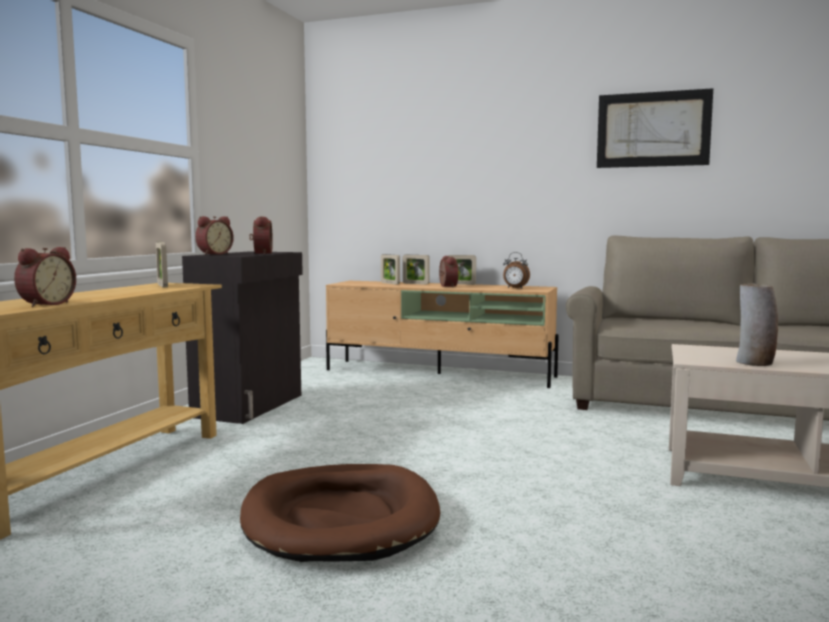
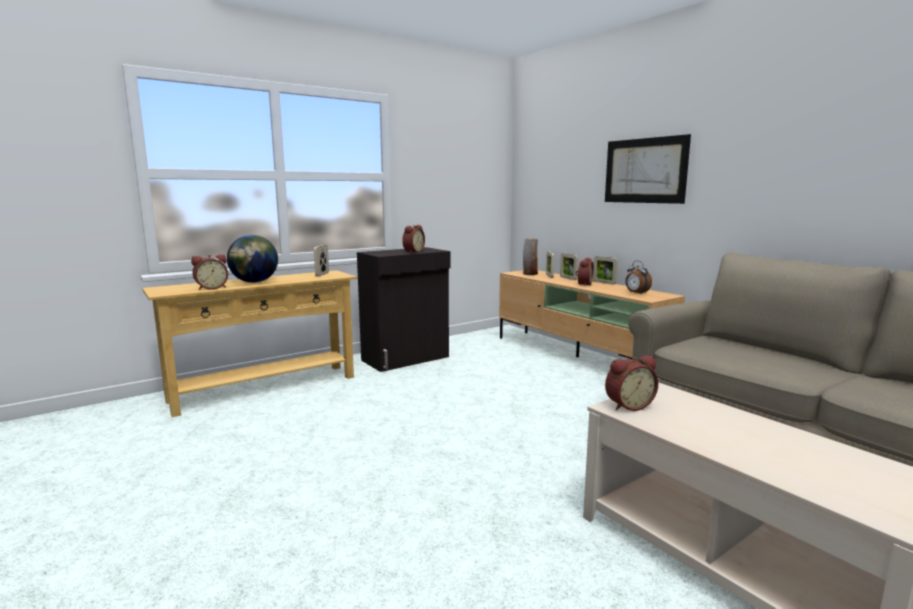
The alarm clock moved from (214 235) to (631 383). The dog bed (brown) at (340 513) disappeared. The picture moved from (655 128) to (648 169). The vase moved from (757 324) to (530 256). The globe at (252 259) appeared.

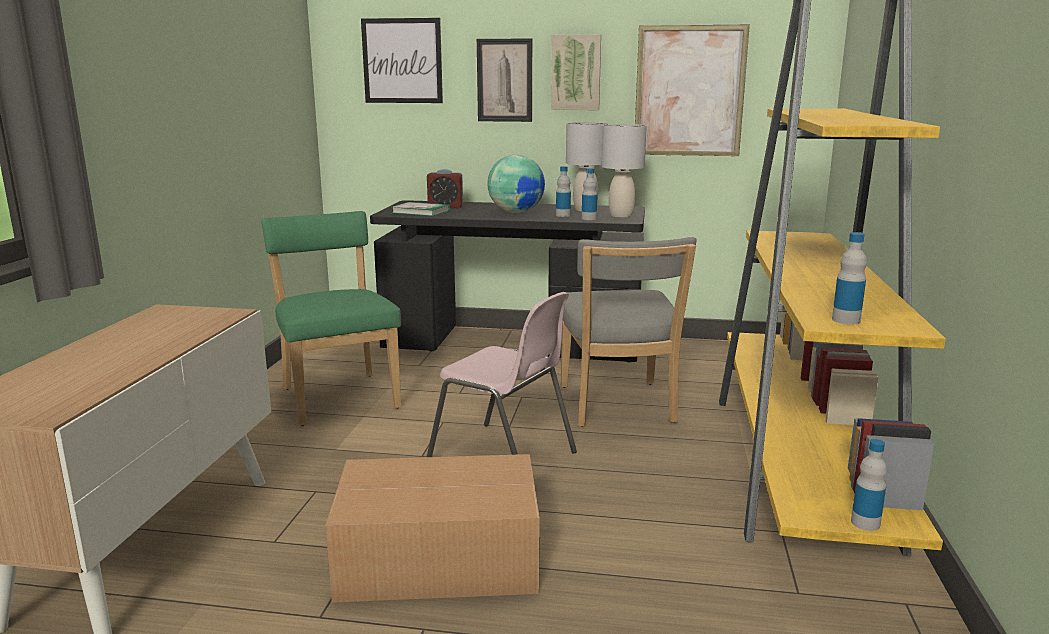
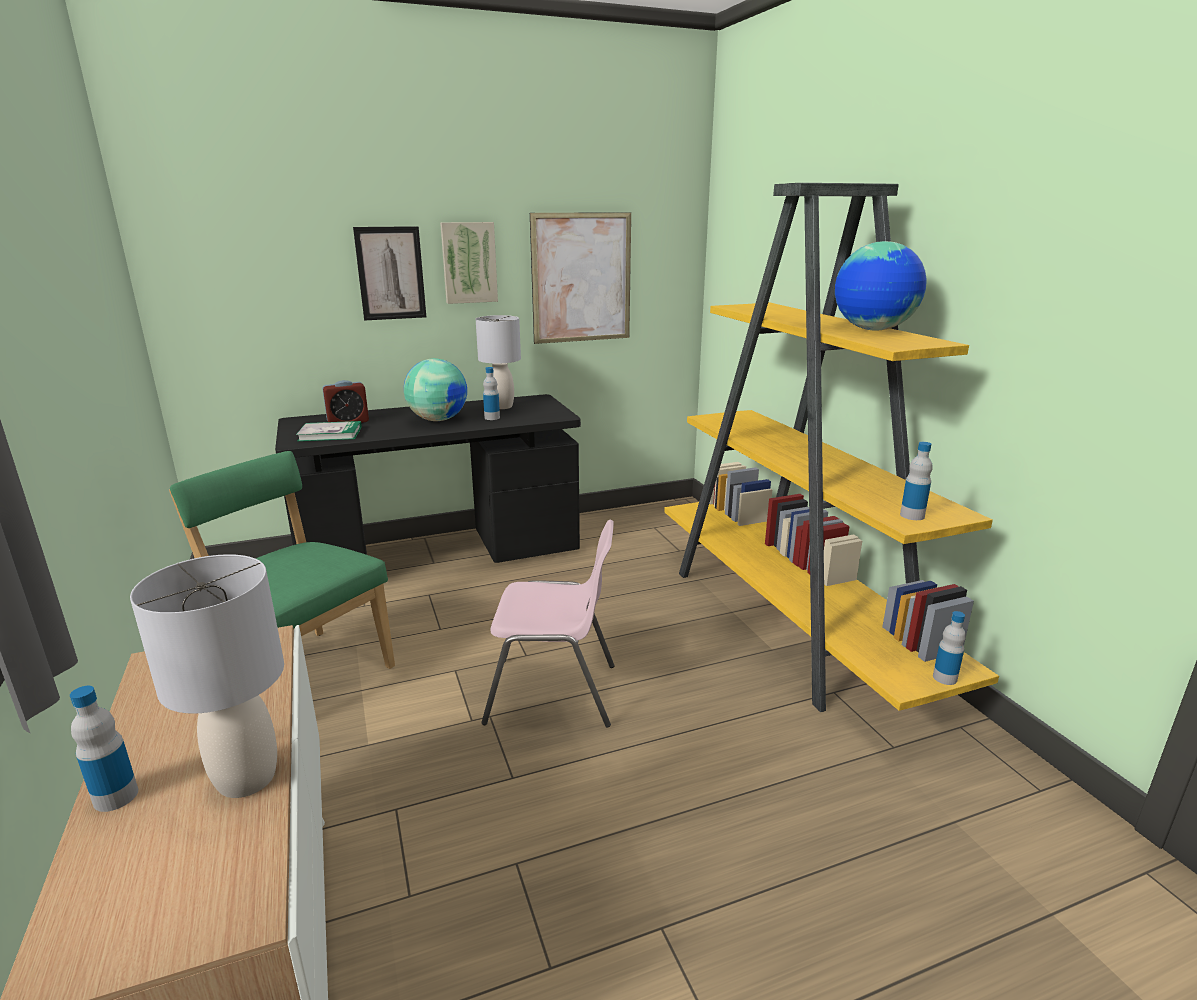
The cardboard box at (432 528) disappeared. The picture at (402 60) disappeared. The chair (grey) at (629 332) disappeared. The bottle moved from (589 194) to (104 749). The table lamp (grey) moved from (624 171) to (207 676). The globe at (881 286) appeared.

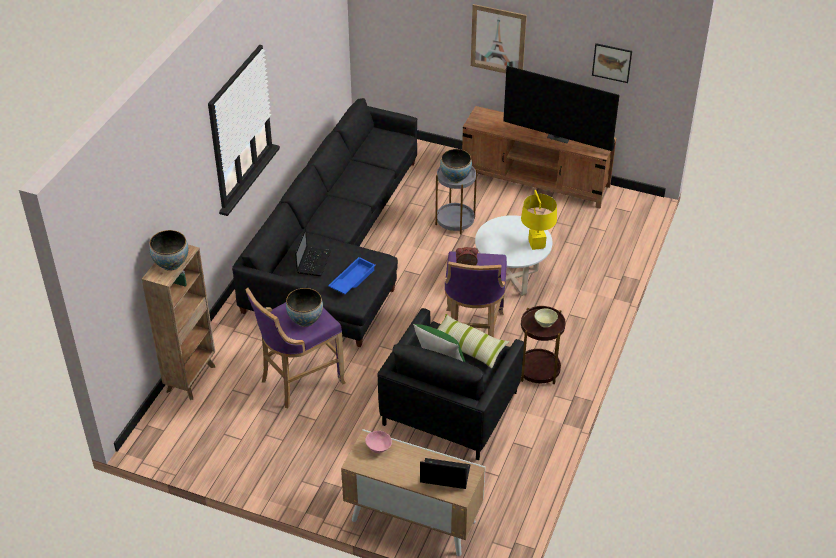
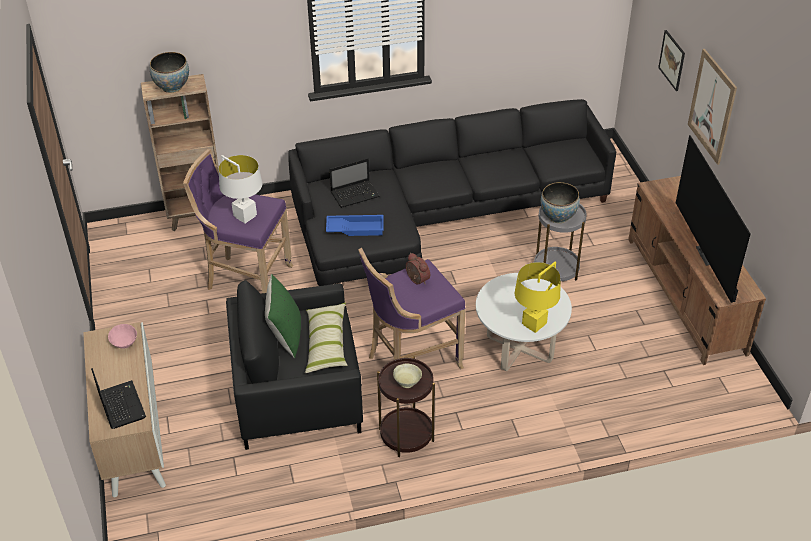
The bowl at (304 307) was replaced by the table lamp (white) at (240 189). The picture moved from (612 63) to (671 60).

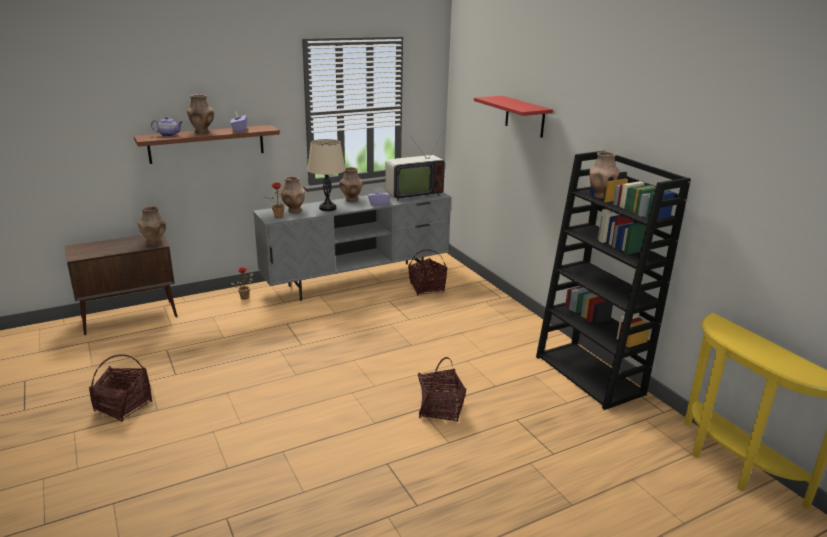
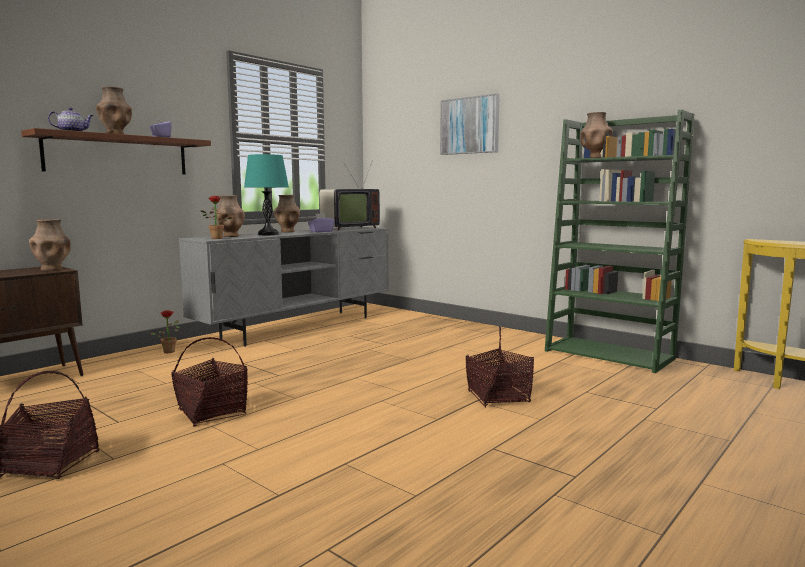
The table lamp (beige) at (326 175) became the table lamp (turquoise) at (266 194). The basket moved from (427 272) to (209 382). The shelf (red) at (513 117) was replaced by the picture at (470 124). The bookcase (black) at (613 280) became the bookcase (green) at (620 241).

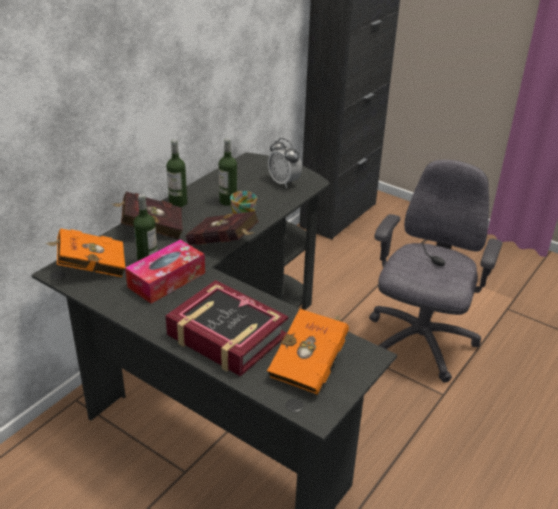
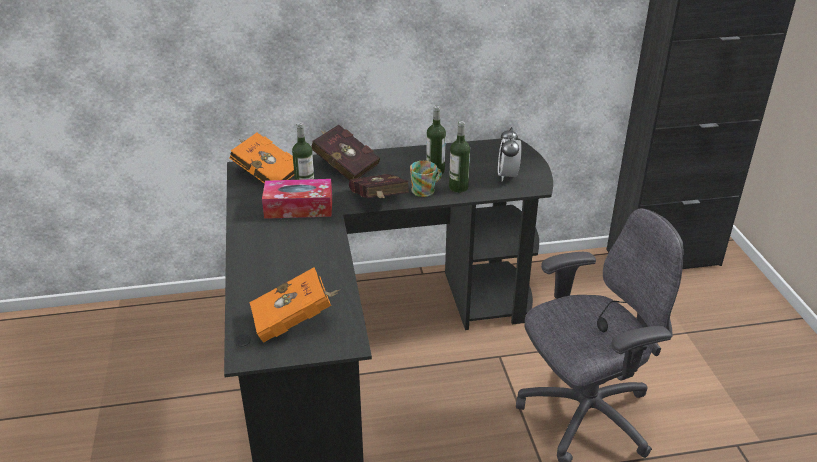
The bottle moved from (176 173) to (459 157). The book at (227 328) disappeared.

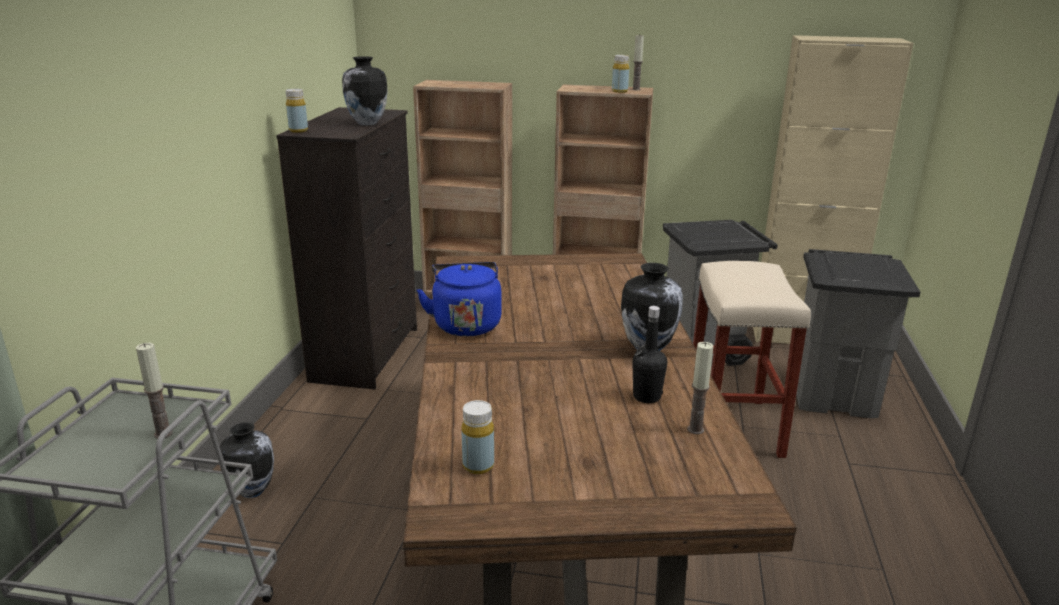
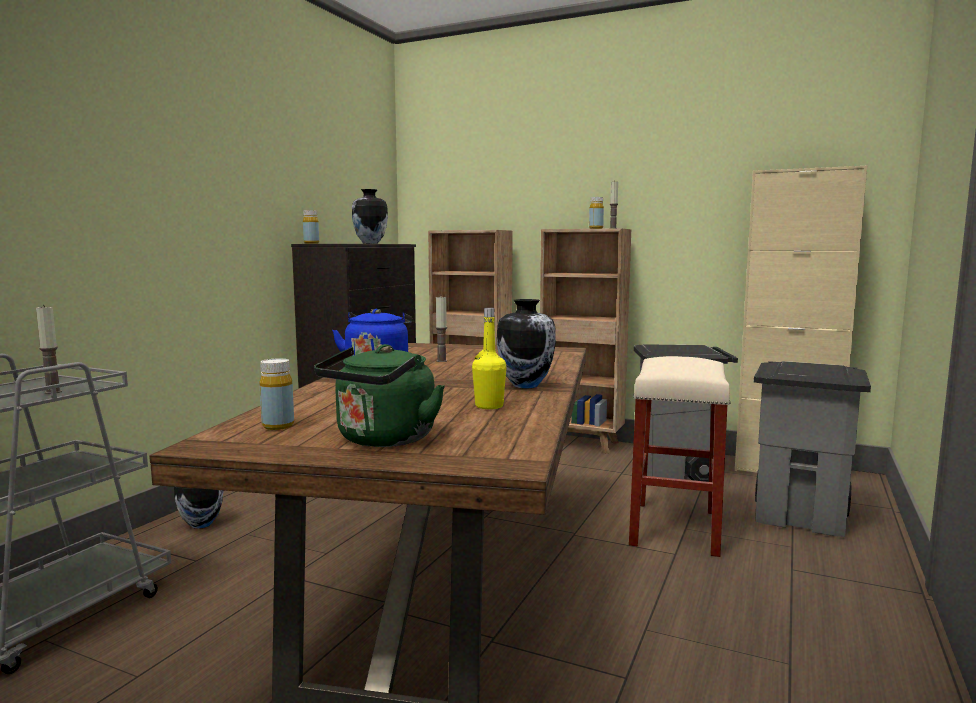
The bottle (black) at (649 354) became the bottle (yellow) at (489 358). The candle moved from (700 388) to (441 329). The kettle (green) at (379 395) appeared.

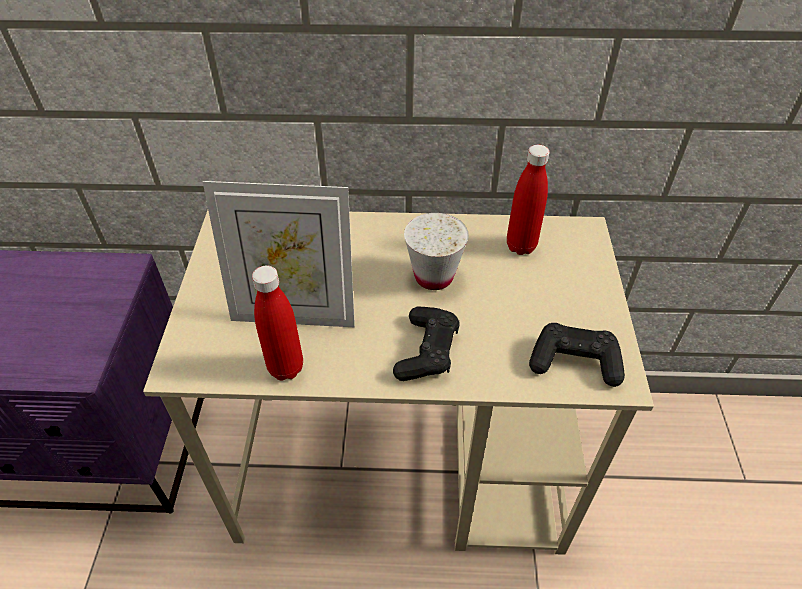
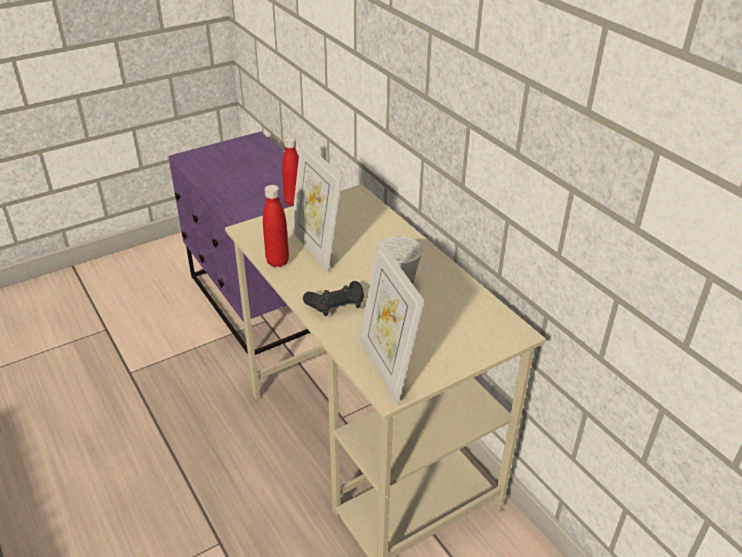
The bottle (red) moved from (528 200) to (290 171). The game controller (black) at (577 355) was replaced by the picture frame at (391 322).

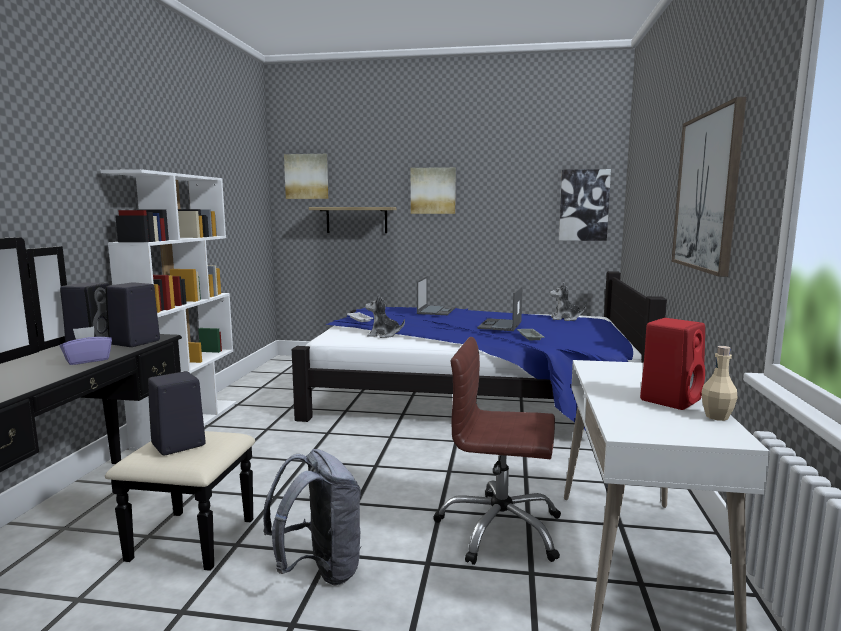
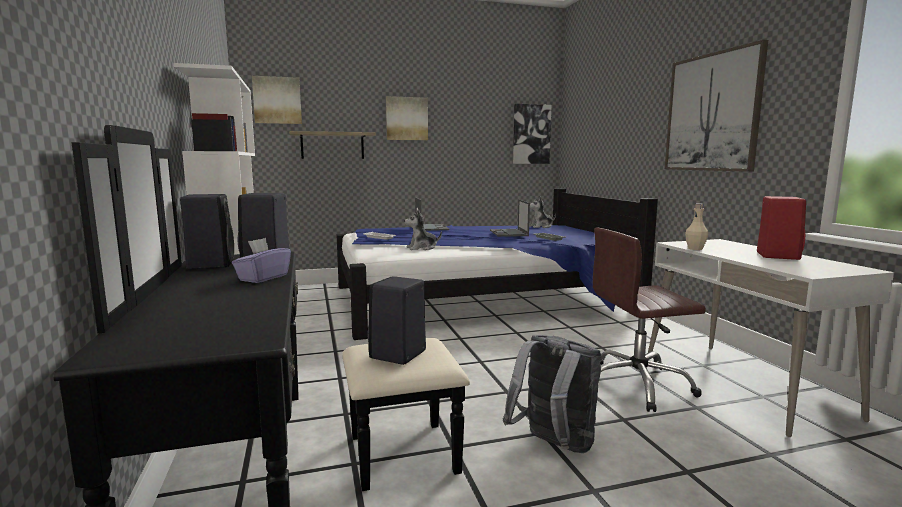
The bottle (beige) moved from (720 383) to (696 227).

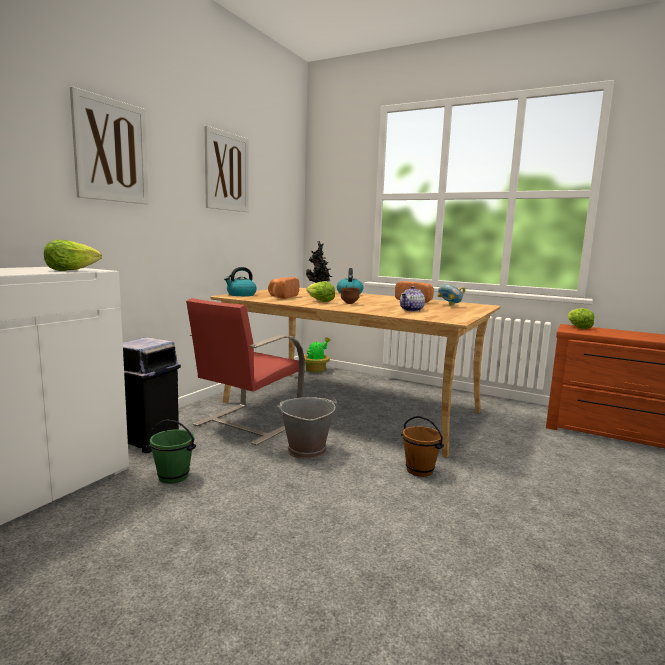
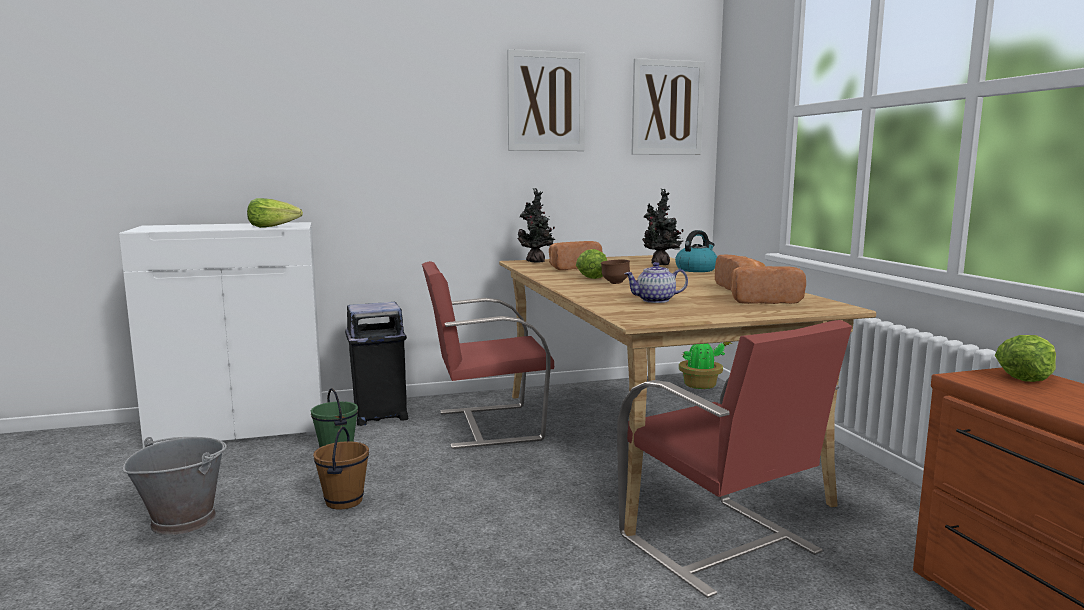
The picture moved from (109 145) to (668 106). The kettle at (240 281) was replaced by the potted plant at (537 225). The bucket (grey) moved from (307 428) to (175 486). The bucket (brown) moved from (422 446) to (341 468). The bowl at (452 295) was replaced by the bread at (768 285). The chair (red) at (734 459) appeared.

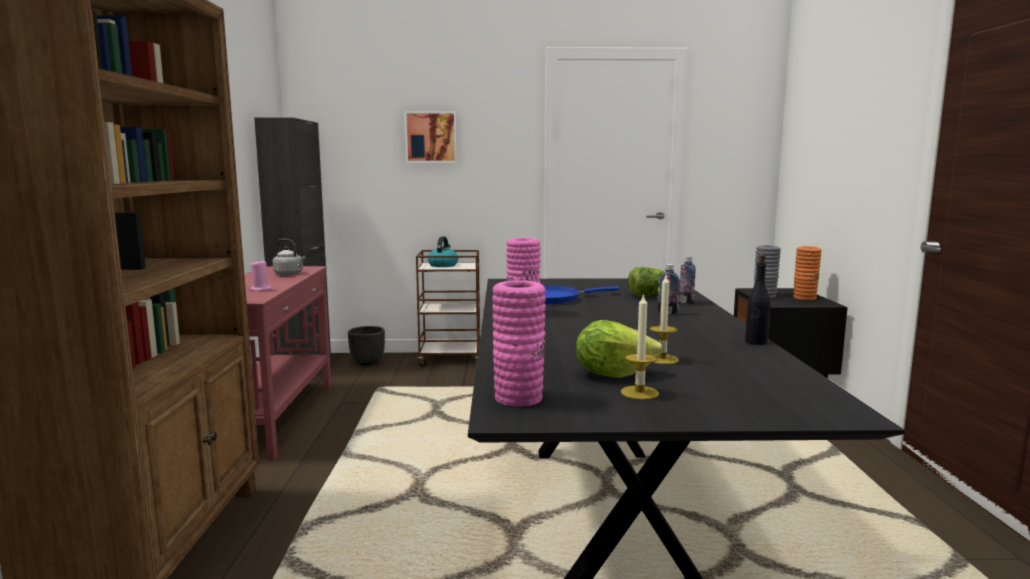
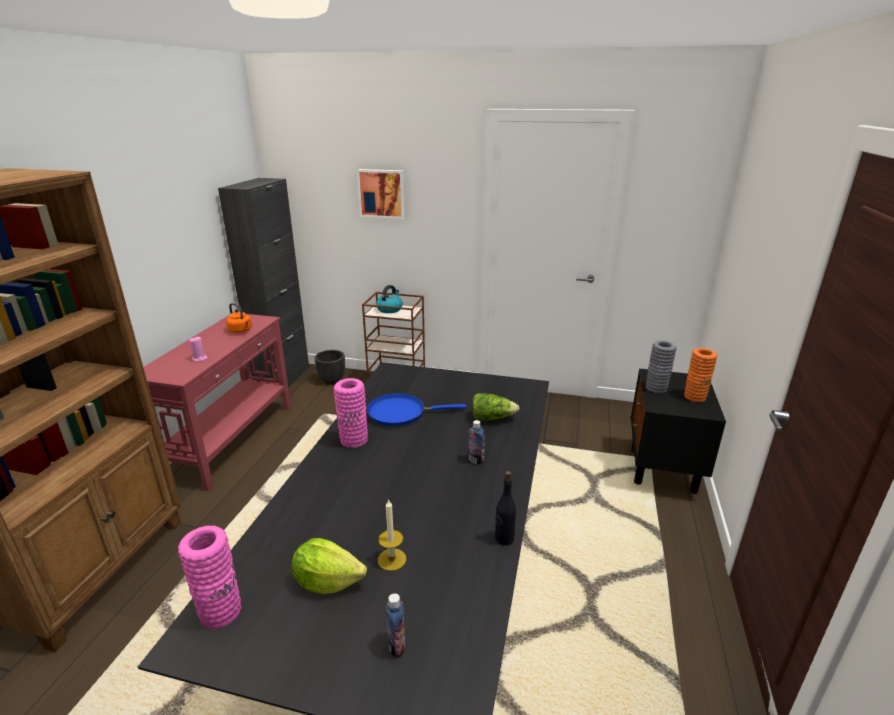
The kettle (grey) at (289 257) became the kettle (orange) at (239 318). The candle at (640 346) disappeared. The bottle moved from (687 280) to (395 625).

